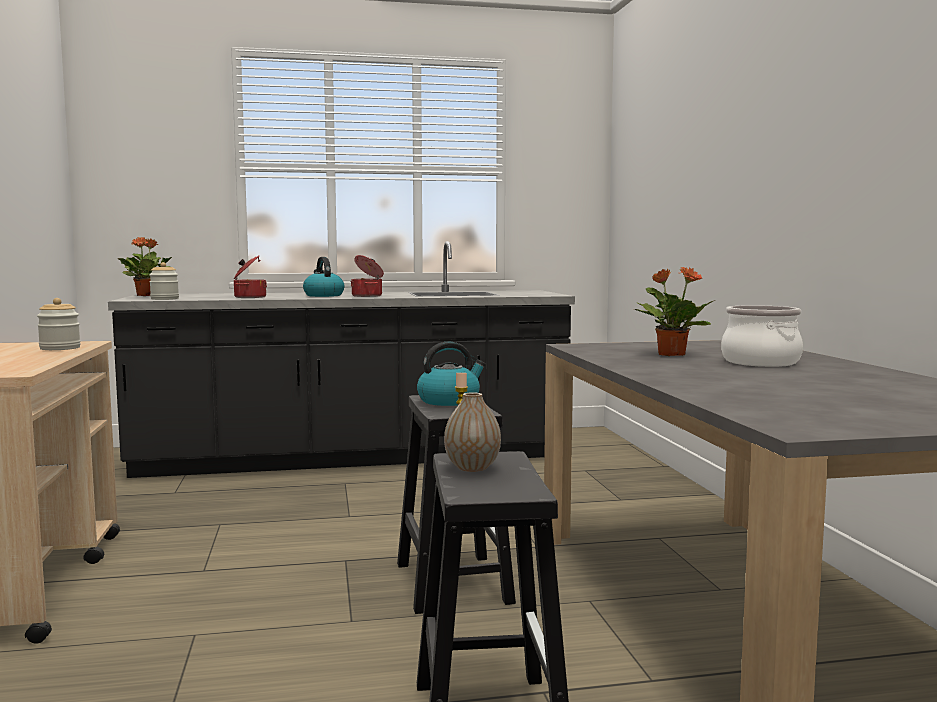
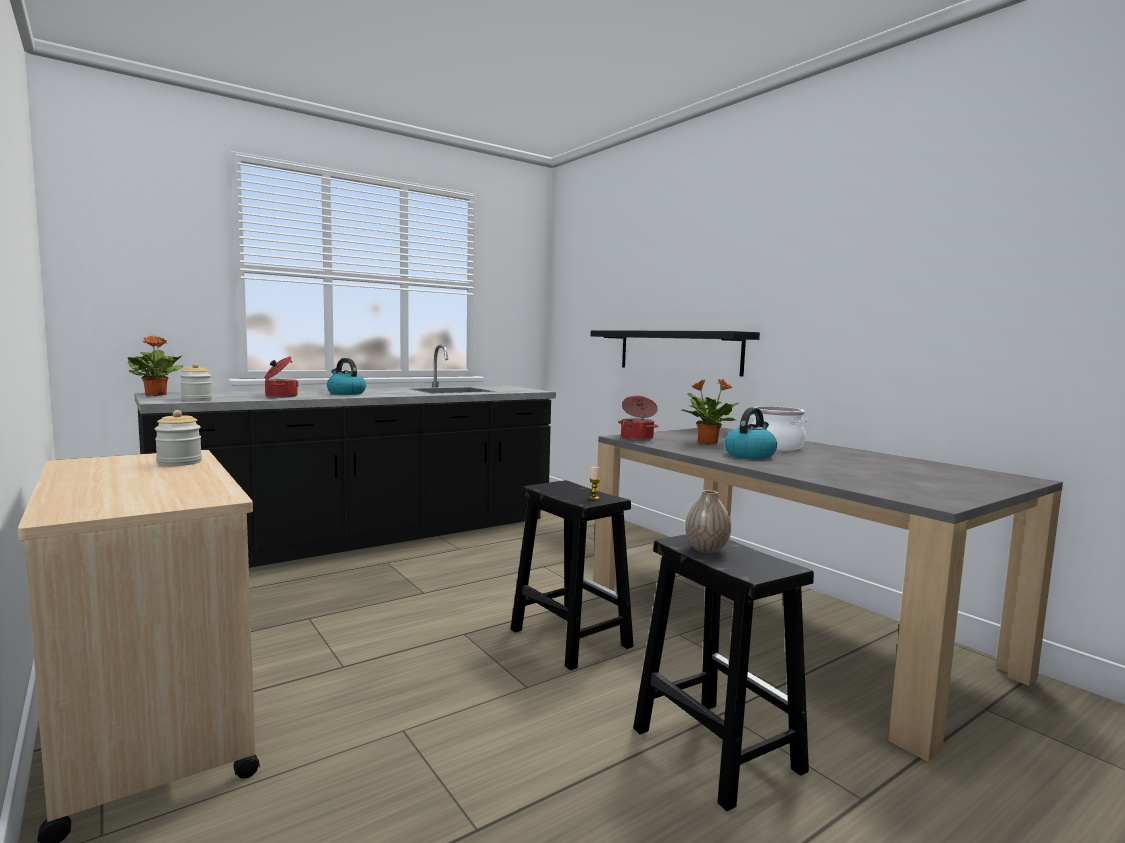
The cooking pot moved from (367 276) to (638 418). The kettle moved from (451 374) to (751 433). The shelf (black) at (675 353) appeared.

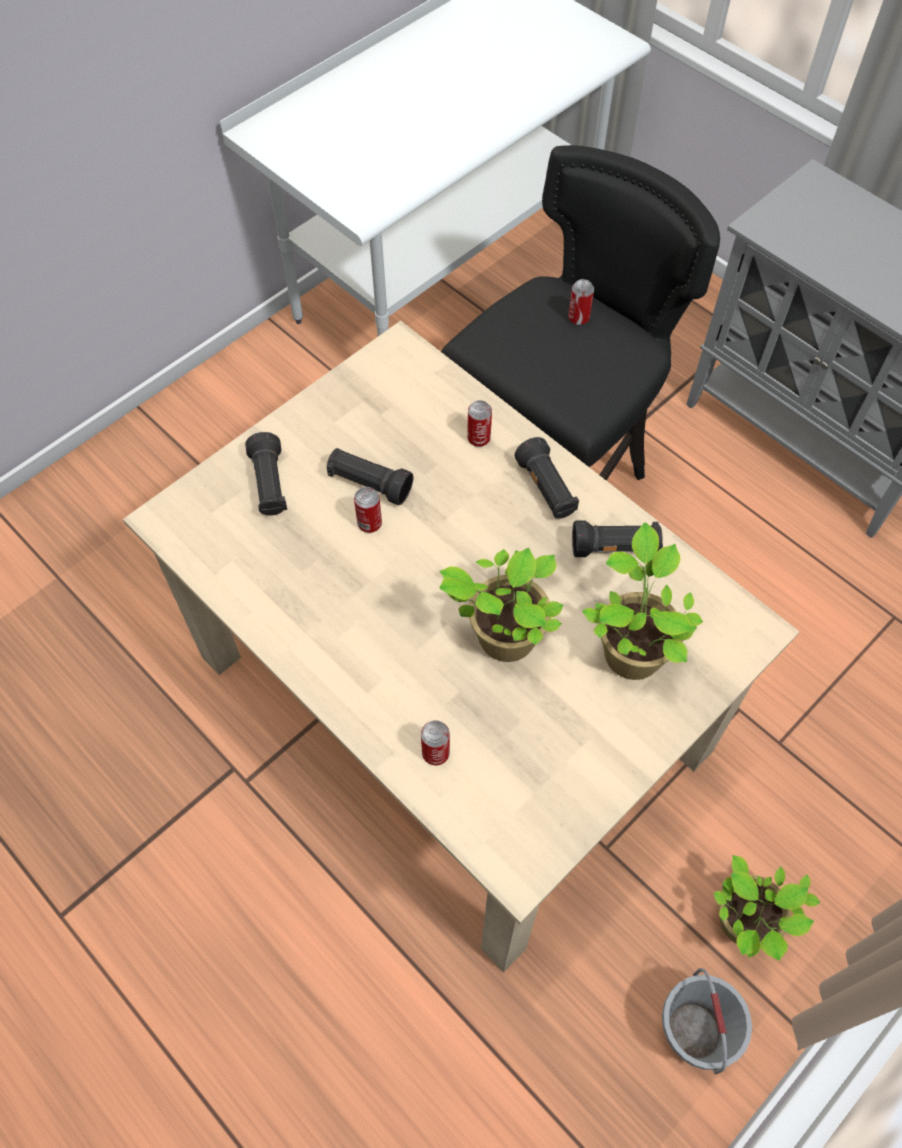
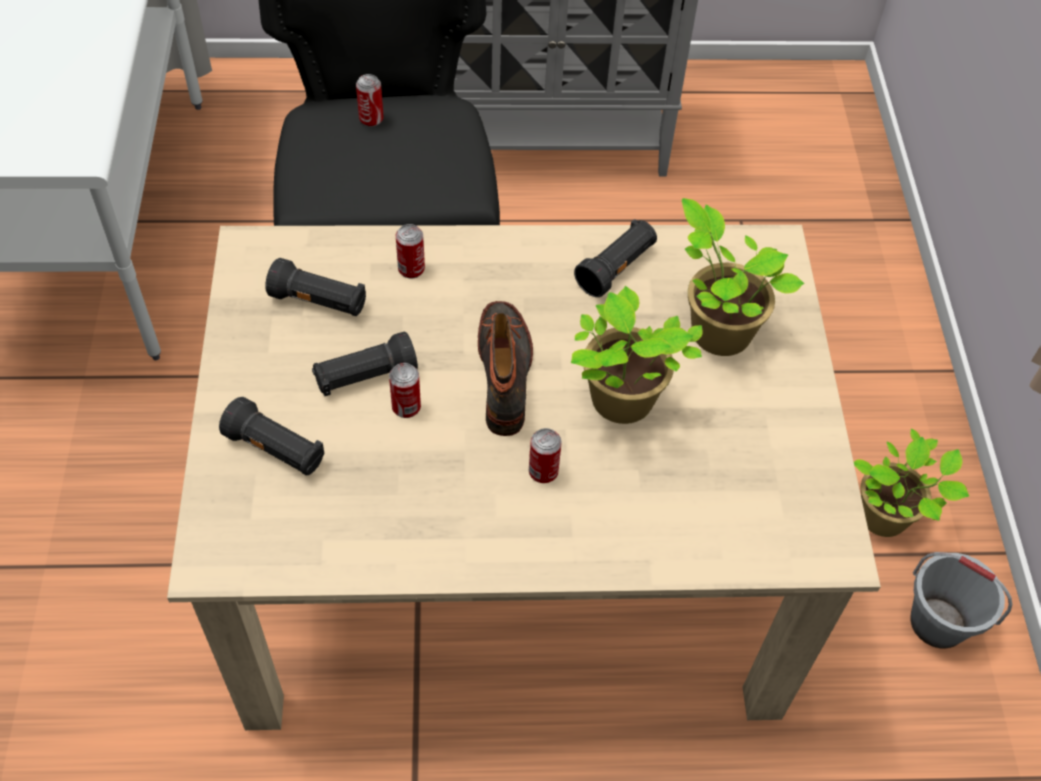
The can moved from (435 742) to (545 455). The flashlight (black) moved from (547 478) to (315 287). The boot at (505 368) appeared.

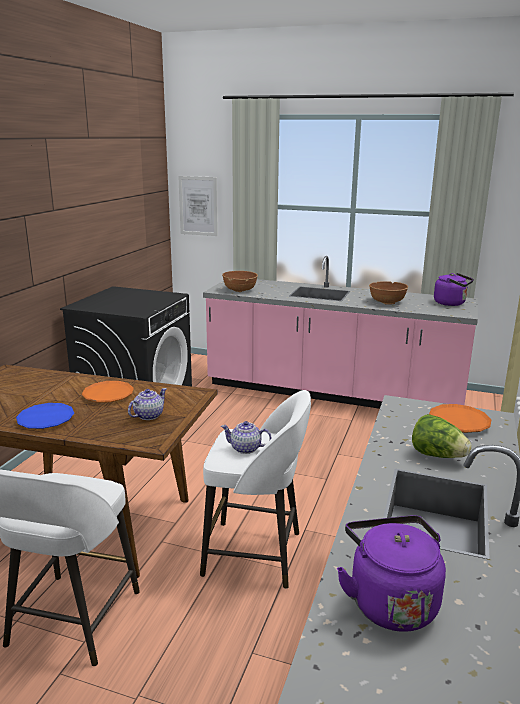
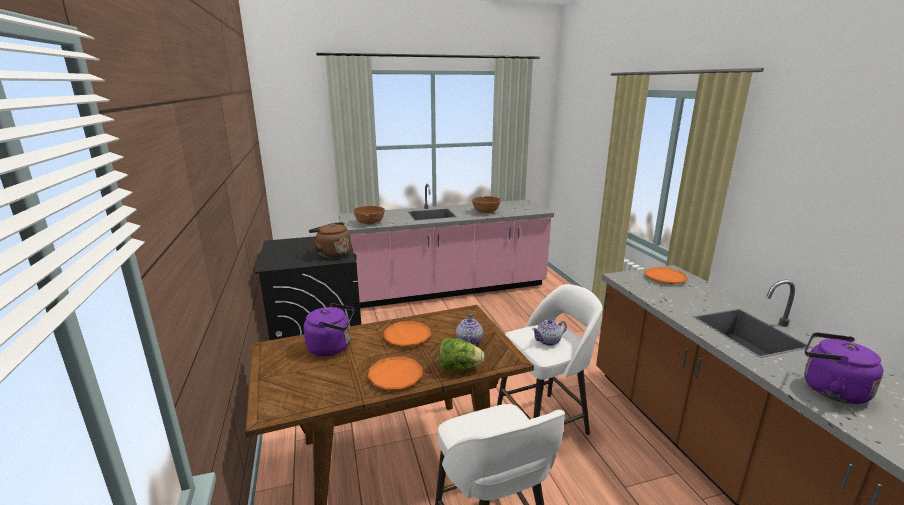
The plate (blue) at (45 416) became the plate (orange) at (395 373). The picture at (198 206) disappeared. The lettuce moved from (442 436) to (461 354). The kettle (purple) moved from (454 289) to (329 329). The kettle (brown) at (330 240) appeared.

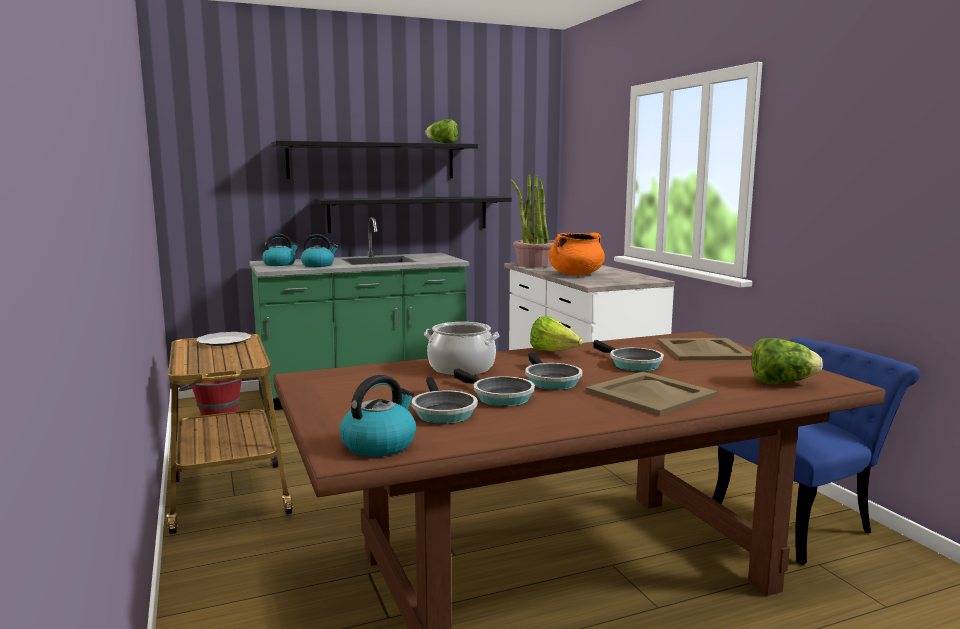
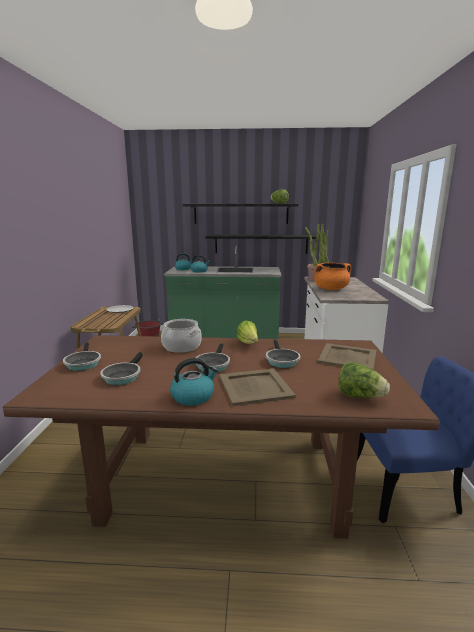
The kettle moved from (378 416) to (194 382). The frying pan moved from (494 387) to (82 356).

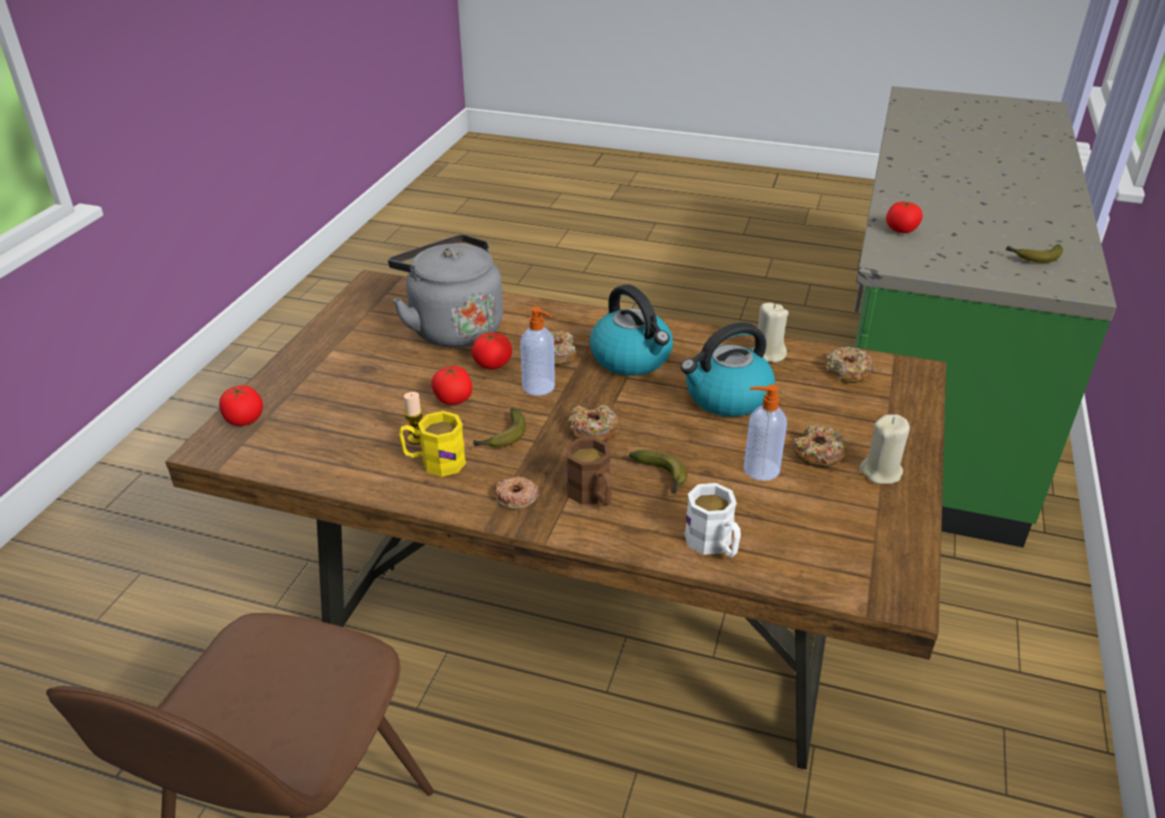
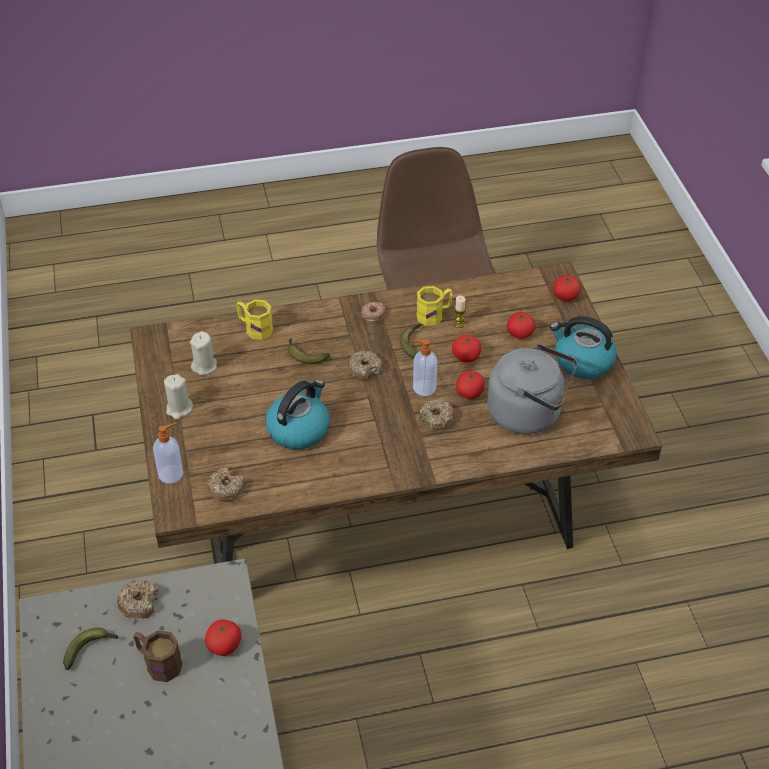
The mug (brown) moved from (589 471) to (158 656). The kettle moved from (631 330) to (583 347). The mug (white) at (712 520) became the mug (yellow) at (254 319). The soap dispenser moved from (765 433) to (168 453). The candle (beige) moved from (770 333) to (203 353). The donut moved from (819 446) to (138 599). The tomato at (521 325) appeared.

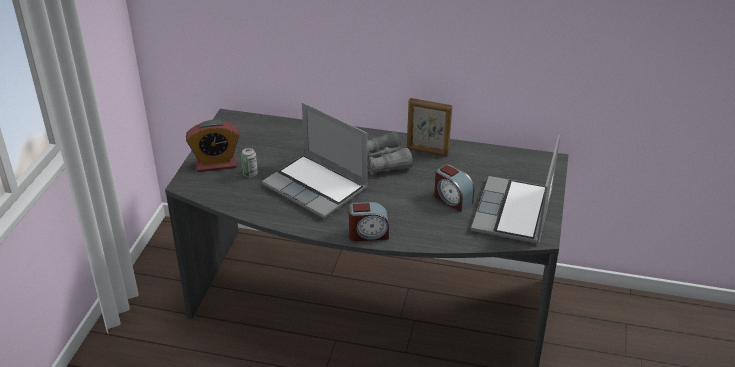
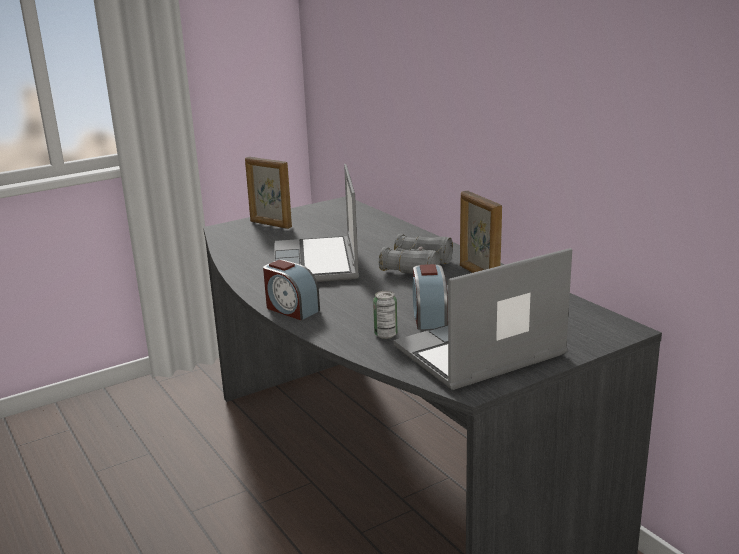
The alarm clock at (213 146) was replaced by the picture frame at (268 193). The can moved from (249 163) to (385 315).

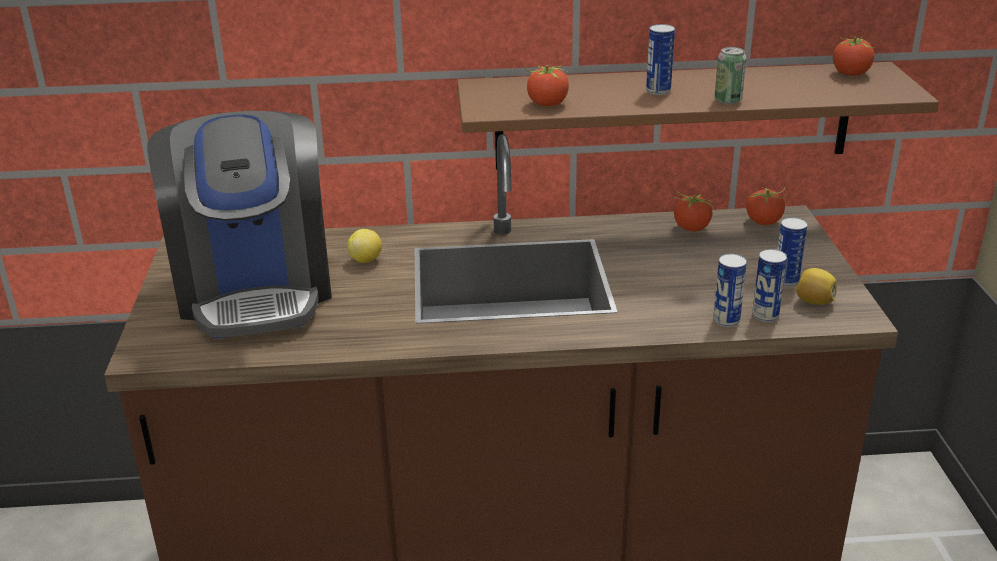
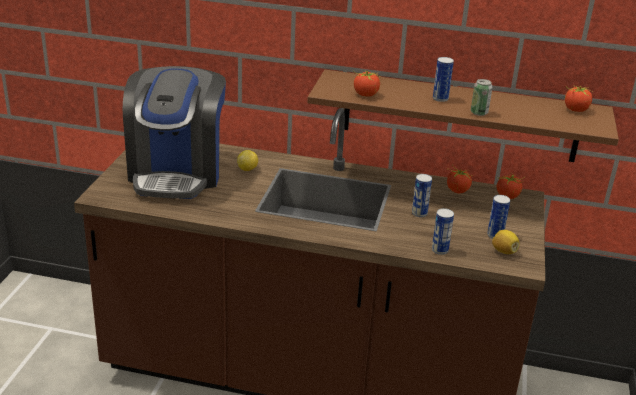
The can moved from (769 285) to (422 195).

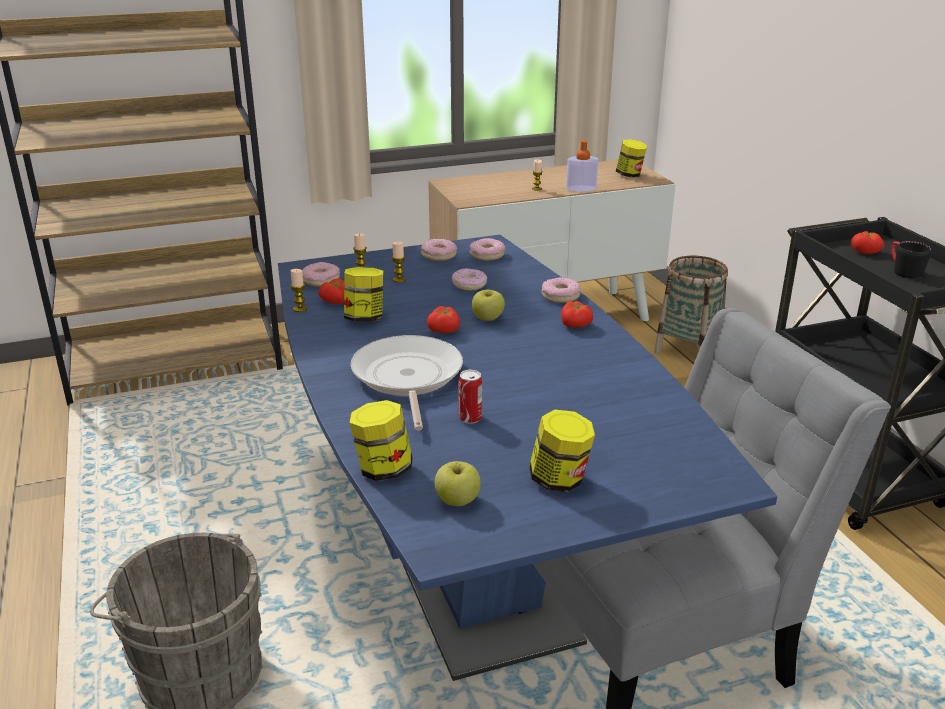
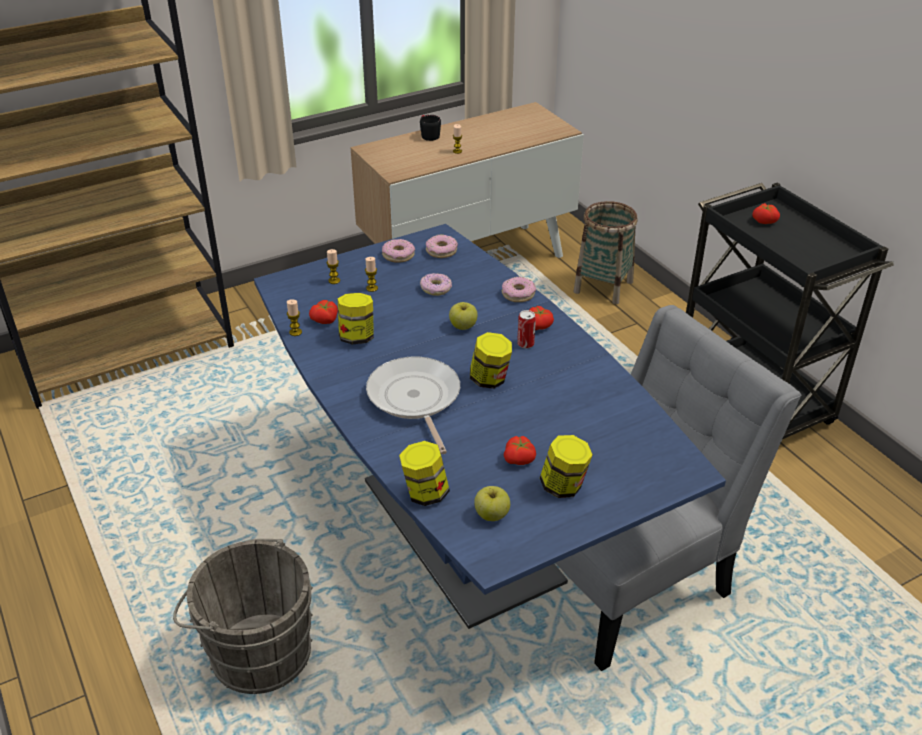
The donut at (321 274) disappeared. The tomato moved from (443 319) to (520 450). The can moved from (470 397) to (526 329). The soap dispenser at (582 165) disappeared. The jar moved from (631 158) to (491 360). The mug (black) moved from (911 260) to (430 128).

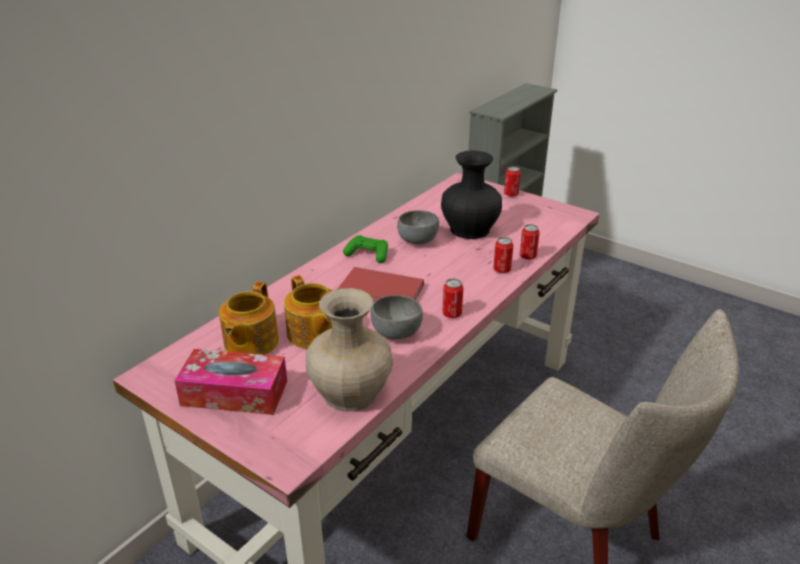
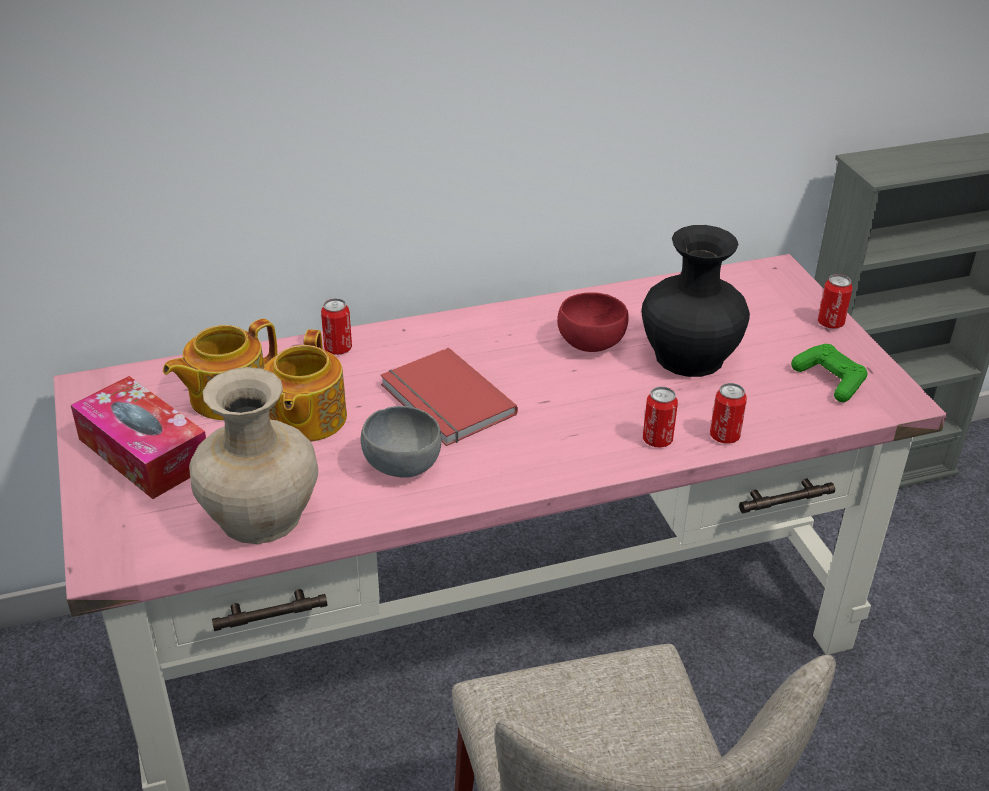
The game controller (green) moved from (365 249) to (829 373). The bowl (grey) at (418 227) became the bowl (red) at (592 322). The can moved from (452 298) to (336 326).

